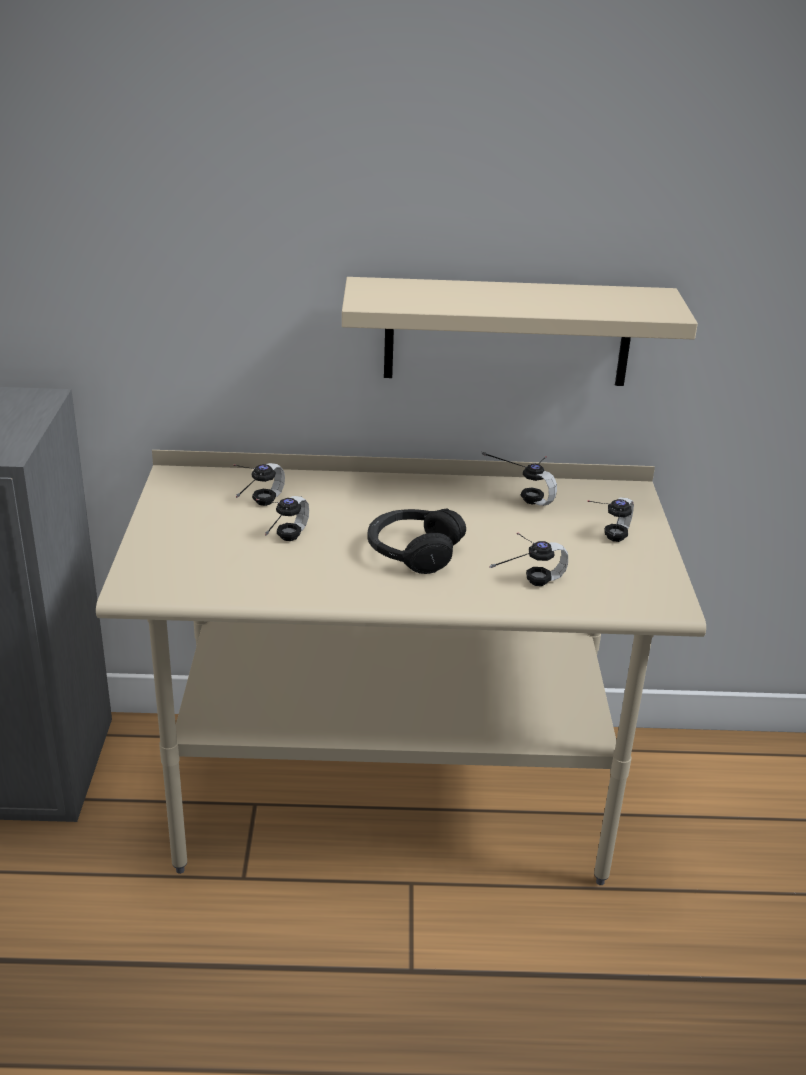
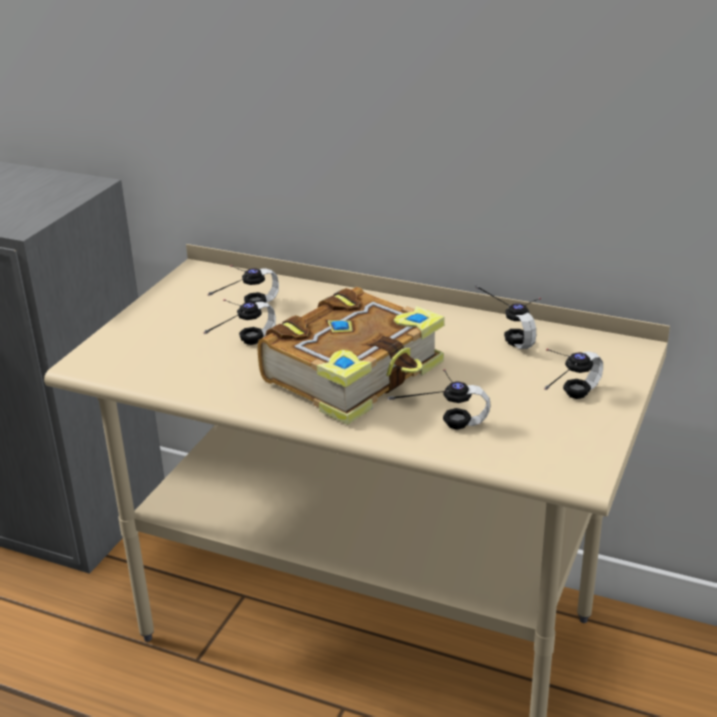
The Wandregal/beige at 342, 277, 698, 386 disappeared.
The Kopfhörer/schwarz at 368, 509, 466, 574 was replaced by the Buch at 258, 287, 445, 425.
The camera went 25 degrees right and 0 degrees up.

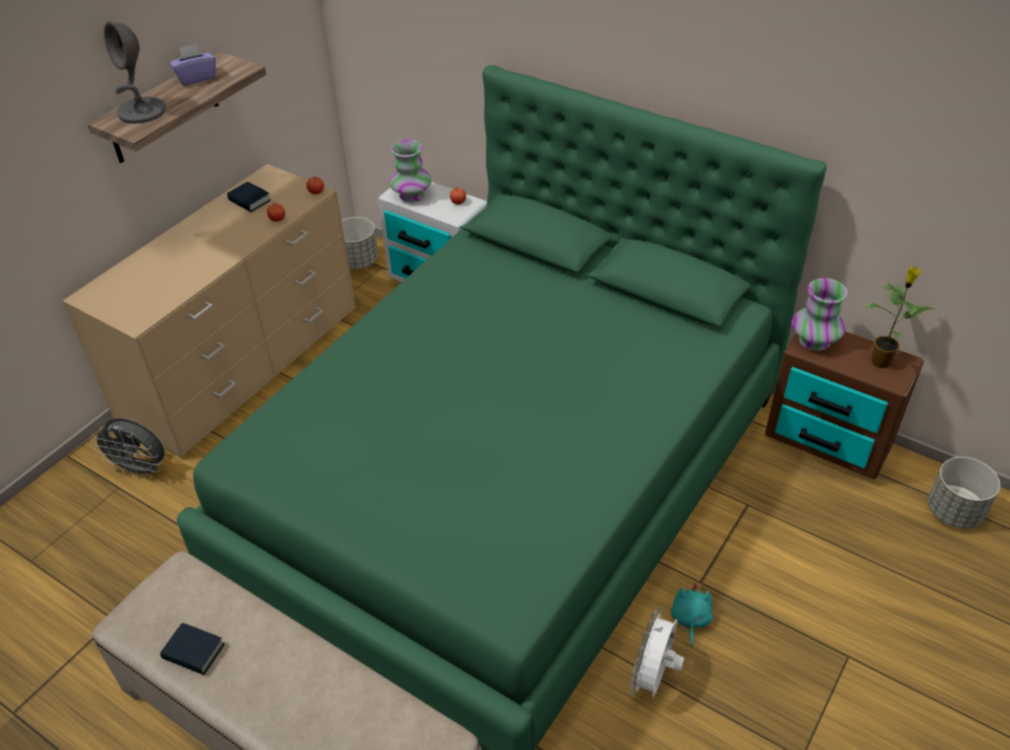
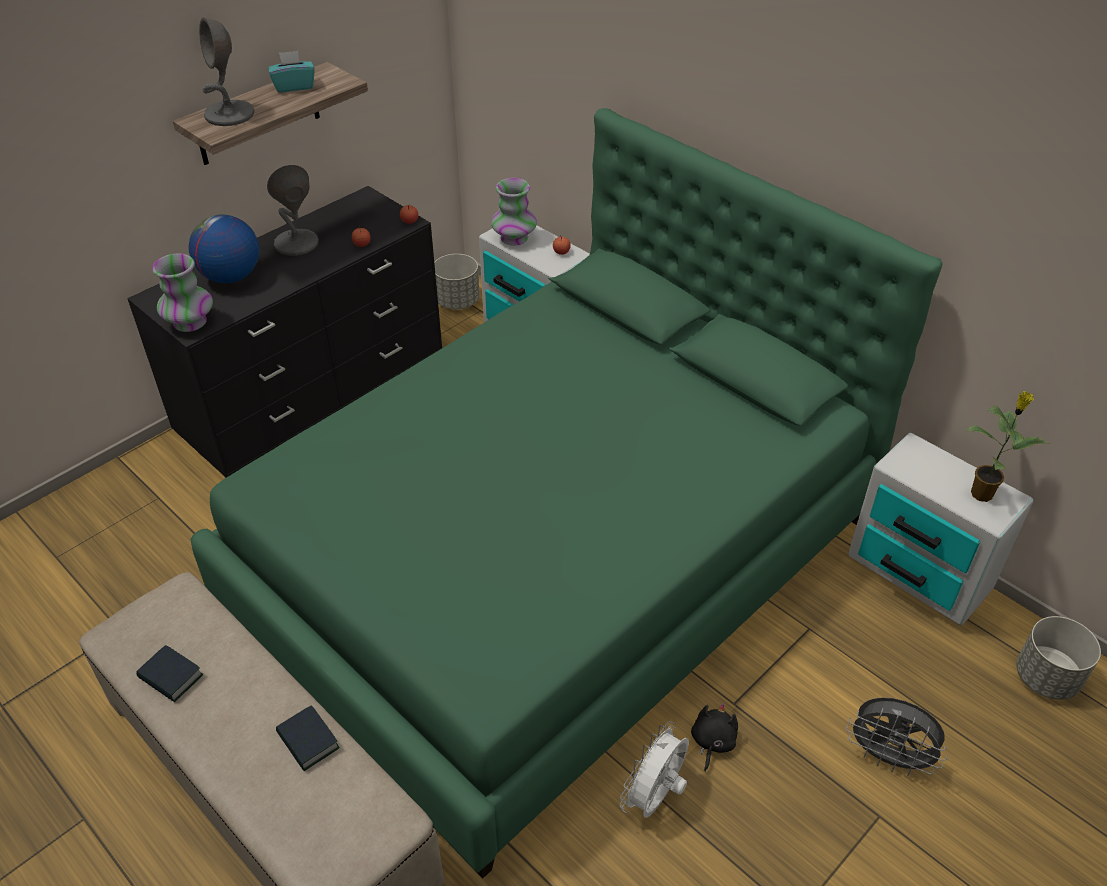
The Kommode/beige at 63, 164, 356, 458 became the Kommode/schwarz at 127, 186, 442, 477.
The Ventilator/grau moved from 91, 418, 165, 479 to 846, 697, 947, 776.
The Taschentuchbox/lila at 170, 44, 216, 85 became the Taschentuchbox/türkis at 269, 51, 315, 93.
The Buch moved from 227, 182, 271, 212 to 276, 706, 340, 771.
The Plüschtier/türkis at 671, 583, 713, 647 became the Plüschtier/schwarz at 691, 703, 738, 771.
The Nachttisch/braun at 765, 331, 924, 479 became the Nachttisch/weiß at 848, 433, 1033, 625.
The Vase moved from 792, 278, 848, 351 to 152, 254, 213, 332.
The Globus at 189, 214, 259, 283 appeared.
The Tischlampe/grau at 267, 165, 319, 256 appeared.
The camera went 10 degrees right and 0 degrees up.

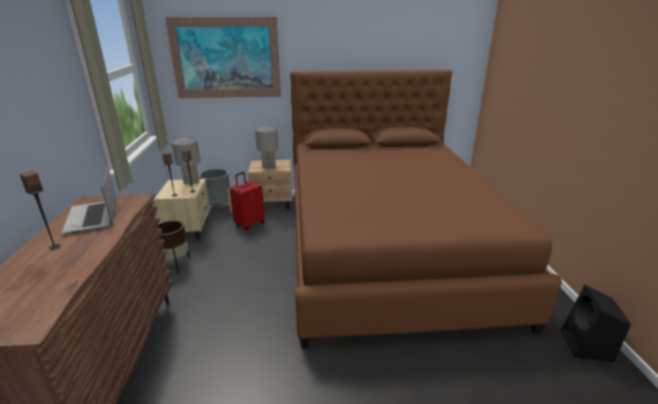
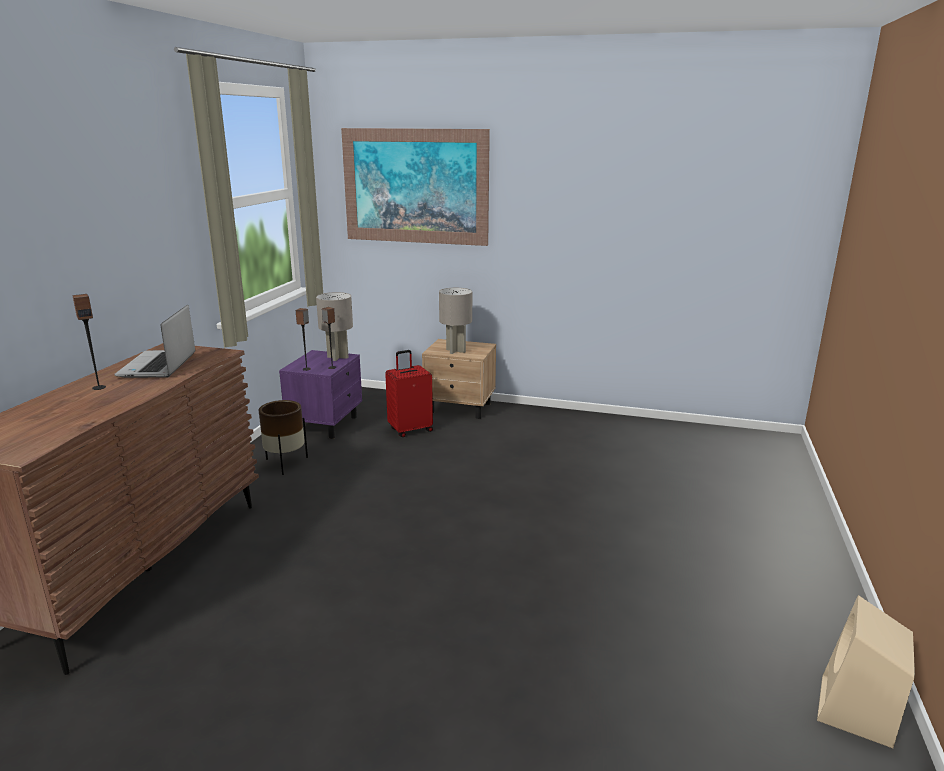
The Nachttisch/beige at 154, 179, 210, 240 became the Nachttisch/lila at 279, 350, 362, 439.
The Pflanzkübel/grau at 199, 169, 232, 213 disappeared.
The Bett/braun at 290, 70, 562, 349 disappeared.
The Lautsprecher/schwarz at 561, 285, 631, 362 became the Lautsprecher/beige at 817, 595, 915, 748.
The camera went 20 degrees right and 5 degrees down.

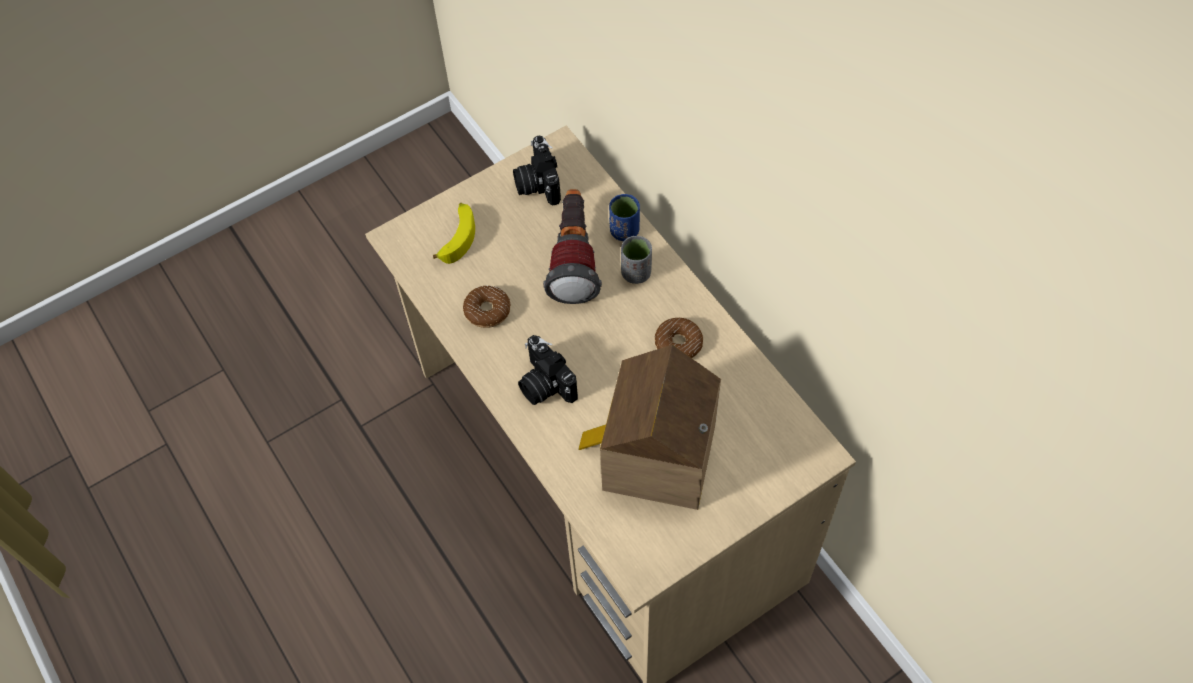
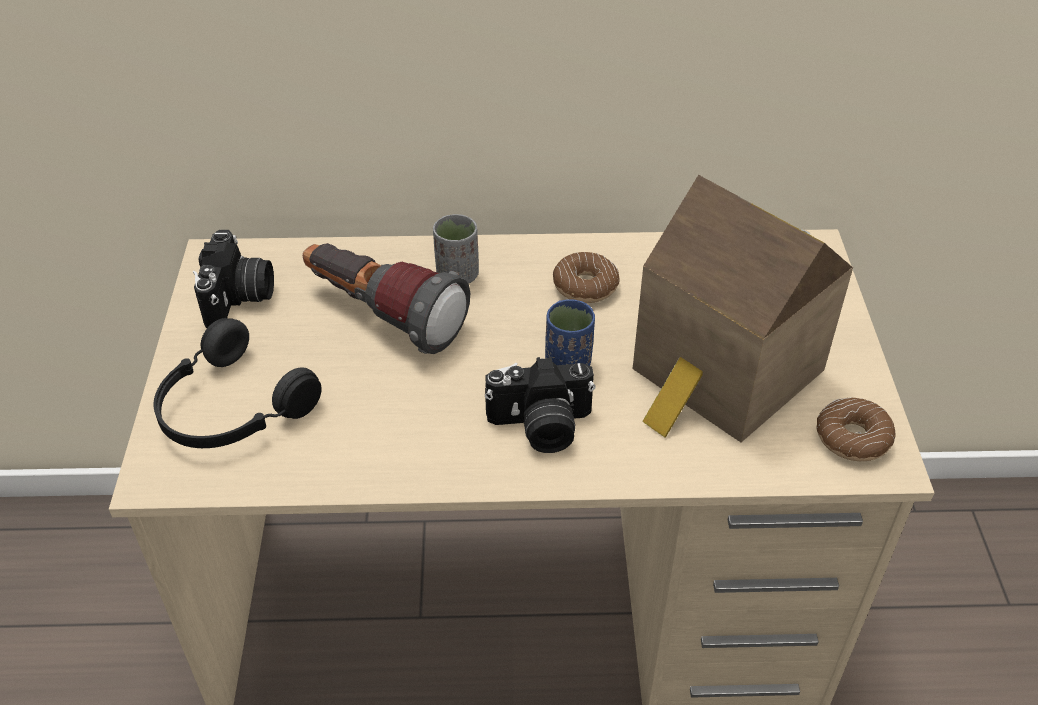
The Banane at 433, 203, 475, 264 was replaced by the Kopfhörer/schwarz at 154, 318, 322, 448.
The Donut moved from 463, 285, 511, 328 to 816, 397, 896, 461.
The Kamera at 513, 136, 561, 206 turned 105 degrees counterclockwise.
The Tasse/blau moved from 609, 194, 640, 241 to 545, 299, 595, 366.
The camera went 60 degrees left and 15 degrees down.

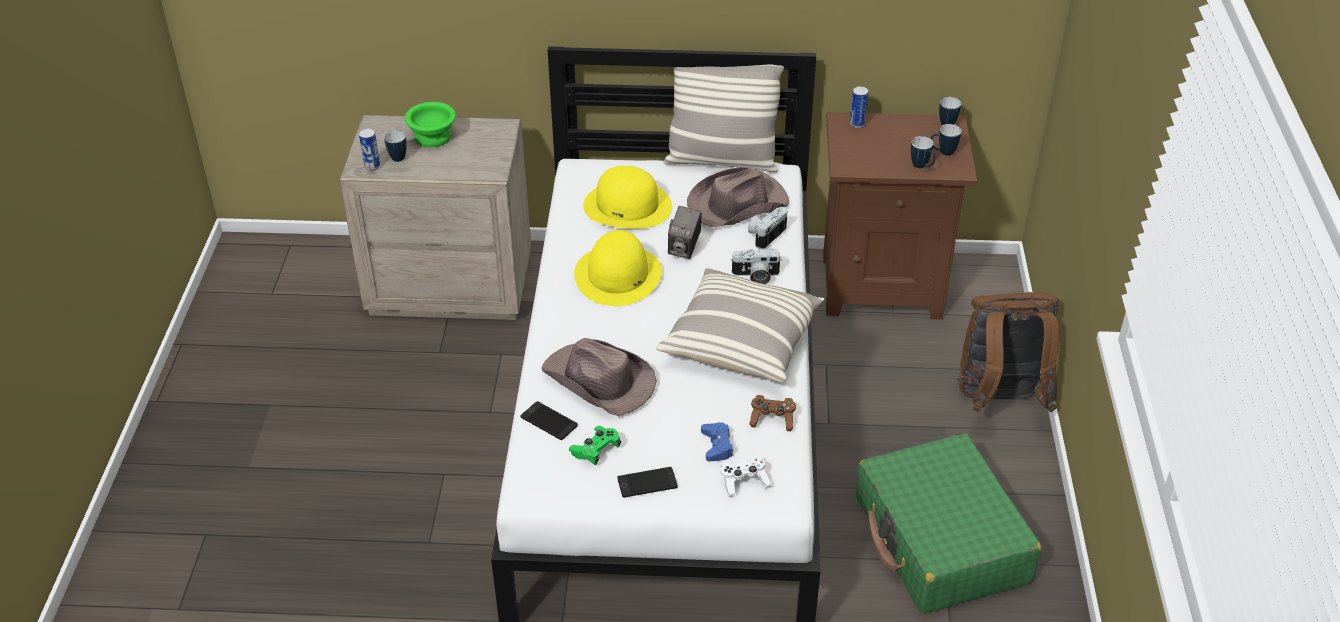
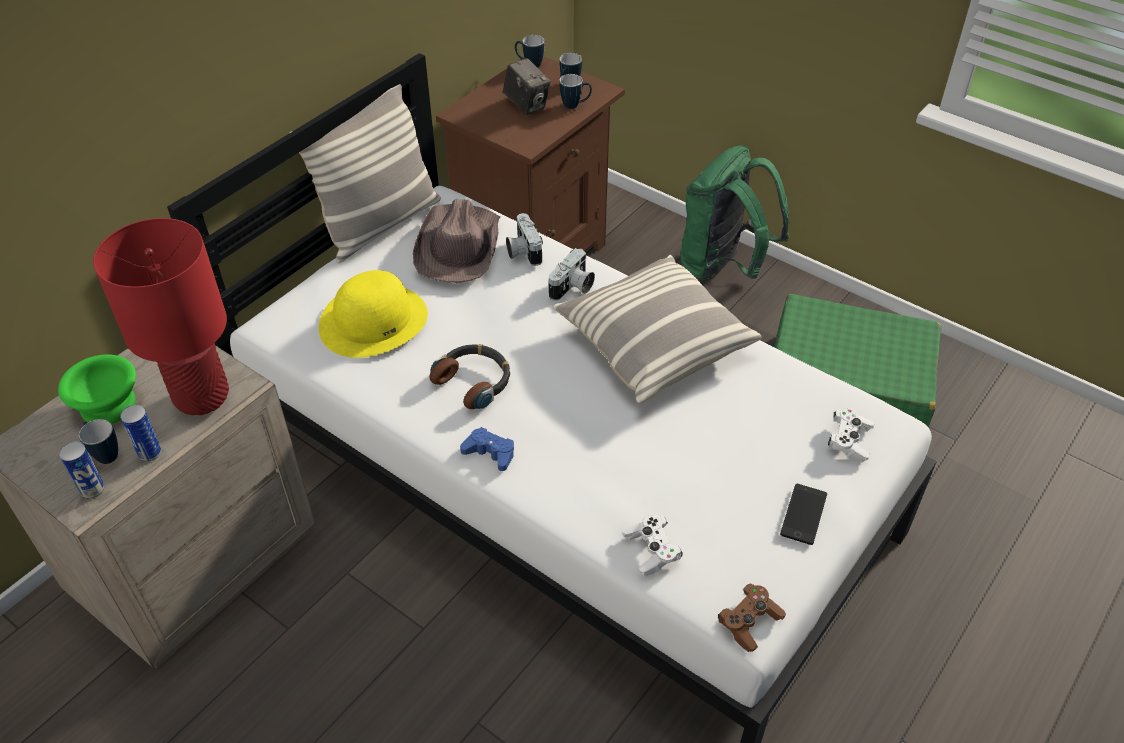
The Handy at 521, 401, 578, 440 was replaced by the Gamepad/weiß at 623, 514, 683, 576.
The Hut/braun at 542, 338, 657, 416 disappeared.
The Gamepad/grün at 569, 426, 621, 465 disappeared.
The Hut/gelb at 574, 230, 662, 306 was replaced by the Kopfhörer at 430, 344, 510, 409.
The Kamera moved from 668, 206, 702, 259 to 503, 58, 551, 115.
The Gamepad/blau moved from 701, 422, 734, 462 to 460, 427, 514, 471.
The Gamepad/braun moved from 749, 395, 796, 431 to 718, 583, 786, 652.
The Dose moved from 850, 86, 868, 128 to 120, 405, 162, 461.
The Rucksack/braun at 957, 292, 1059, 412 became the Rucksack/grün at 680, 145, 789, 281.
The Tischlampe/rot at 93, 218, 229, 415 appeared.
The camera went 55 degrees left and 5 degrees up.

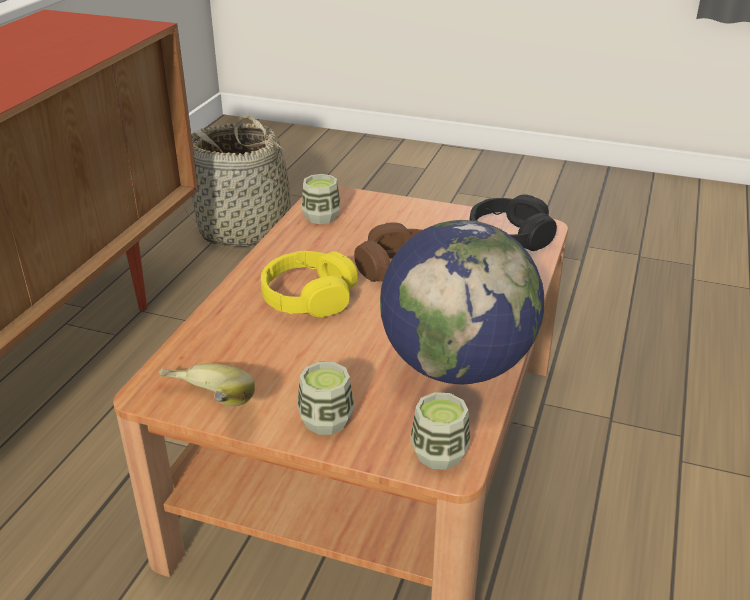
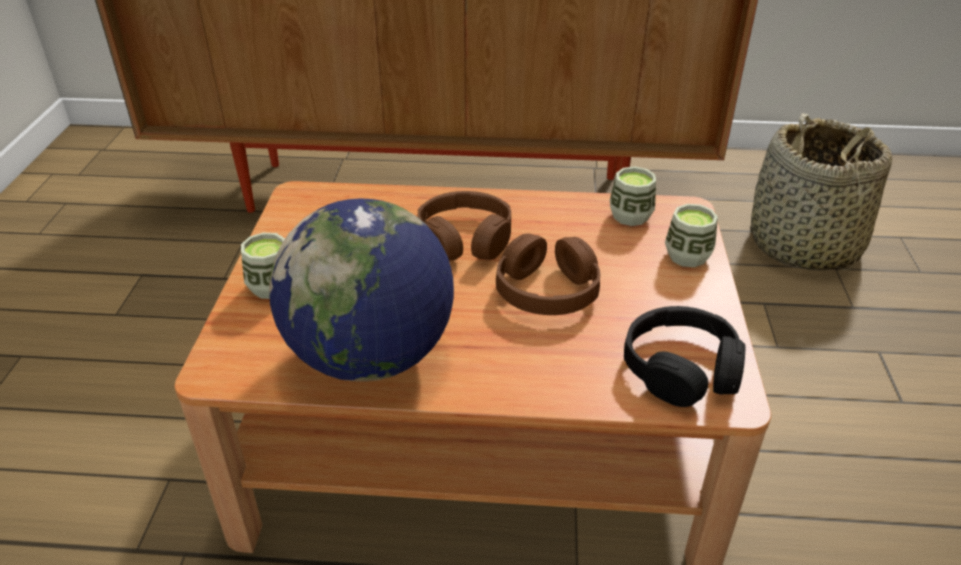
The Banane at 159, 363, 255, 406 disappeared.
The Kopfhörer/gelb at 261, 251, 358, 317 became the Kopfhörer/braun at 418, 191, 511, 261.
The Tasse moved from 410, 392, 470, 470 to 665, 204, 718, 267.
The camera went 75 degrees right and 5 degrees up.

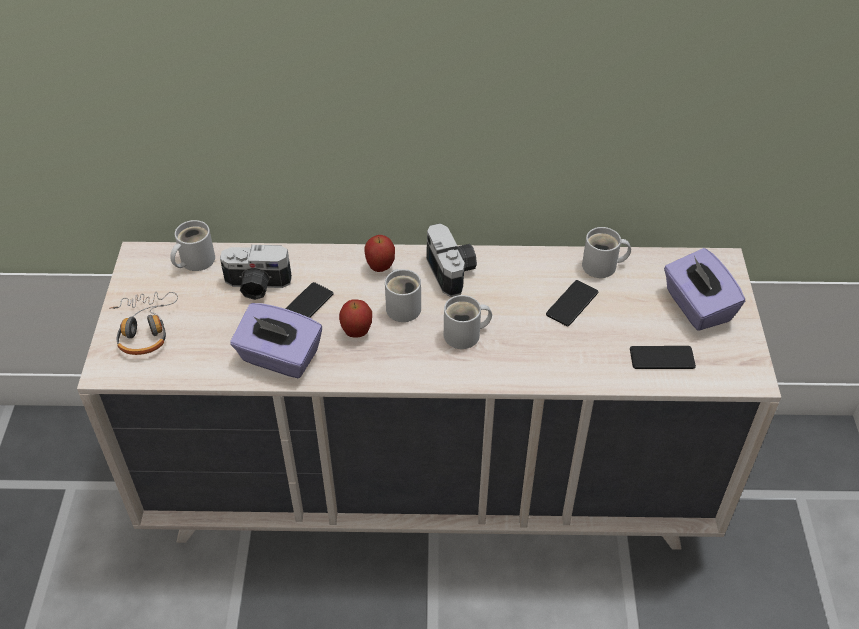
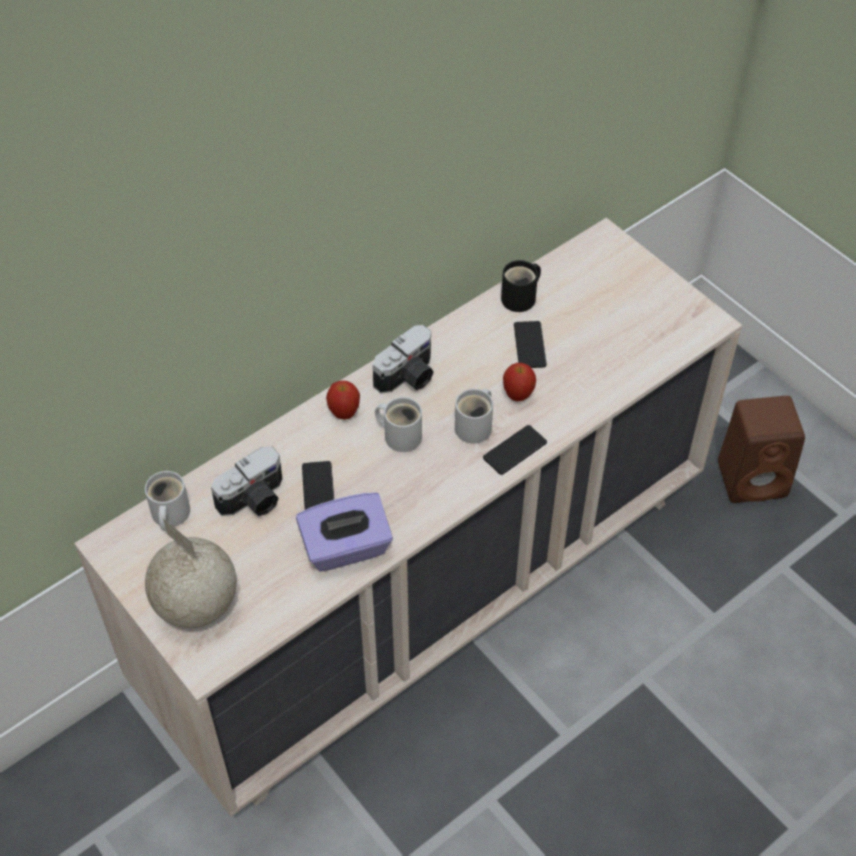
The Kopfhörer at 109, 292, 178, 355 was replaced by the Globus at 145, 519, 237, 628.
The Apfel moved from 339, 299, 372, 338 to 503, 363, 536, 402.
The Kamera at 426, 223, 477, 297 turned 105 degrees clockwise.
The Henkelbecher/weiß at 582, 227, 631, 278 became the Henkelbecher/schwarz at 501, 260, 541, 312.
The Handy moved from 630, 346, 696, 369 to 483, 425, 547, 475.
The Taschentuchbox/lila at 664, 248, 745, 331 disappeared.
The Lautsprecher/braun at 718, 396, 805, 503 appeared.
The camera went 40 degrees left and 5 degrees up.

